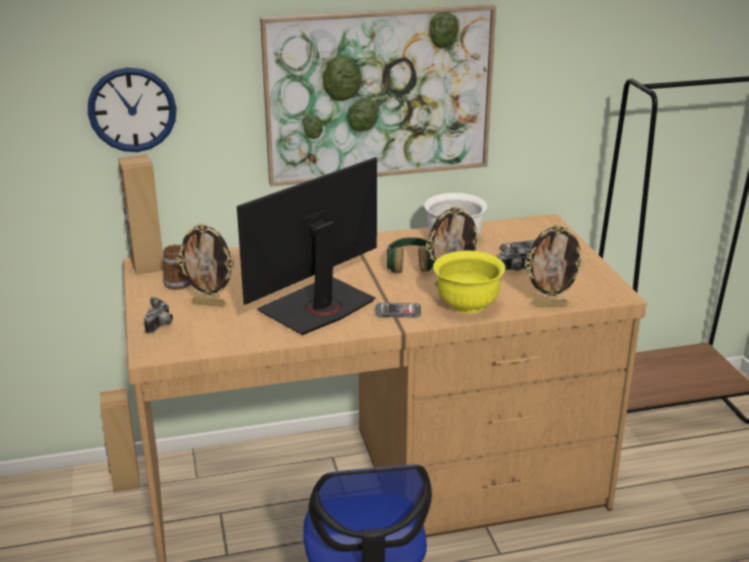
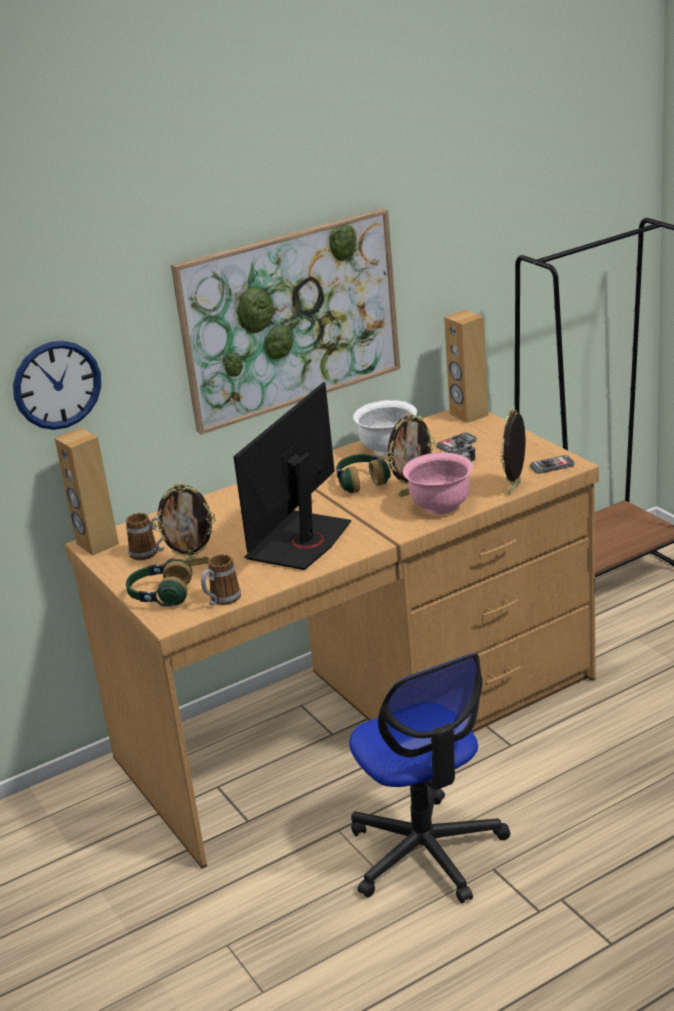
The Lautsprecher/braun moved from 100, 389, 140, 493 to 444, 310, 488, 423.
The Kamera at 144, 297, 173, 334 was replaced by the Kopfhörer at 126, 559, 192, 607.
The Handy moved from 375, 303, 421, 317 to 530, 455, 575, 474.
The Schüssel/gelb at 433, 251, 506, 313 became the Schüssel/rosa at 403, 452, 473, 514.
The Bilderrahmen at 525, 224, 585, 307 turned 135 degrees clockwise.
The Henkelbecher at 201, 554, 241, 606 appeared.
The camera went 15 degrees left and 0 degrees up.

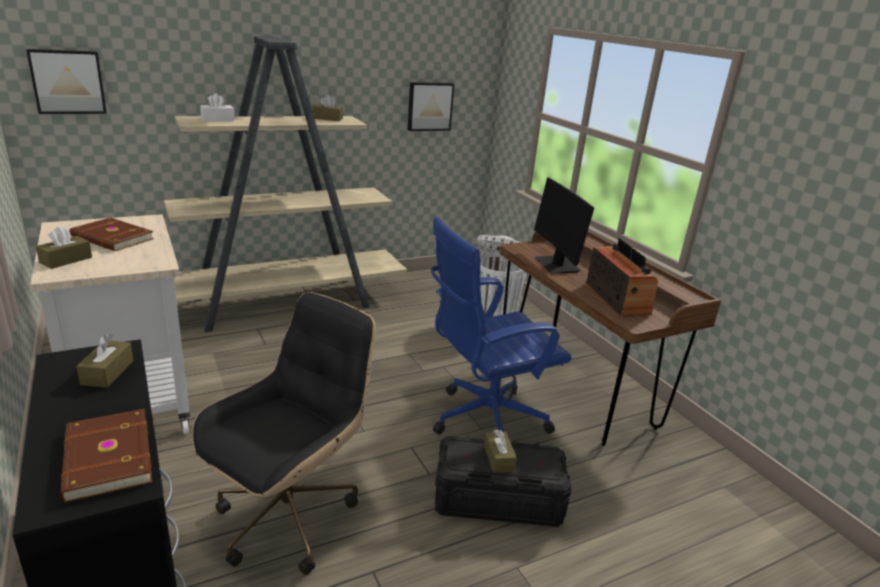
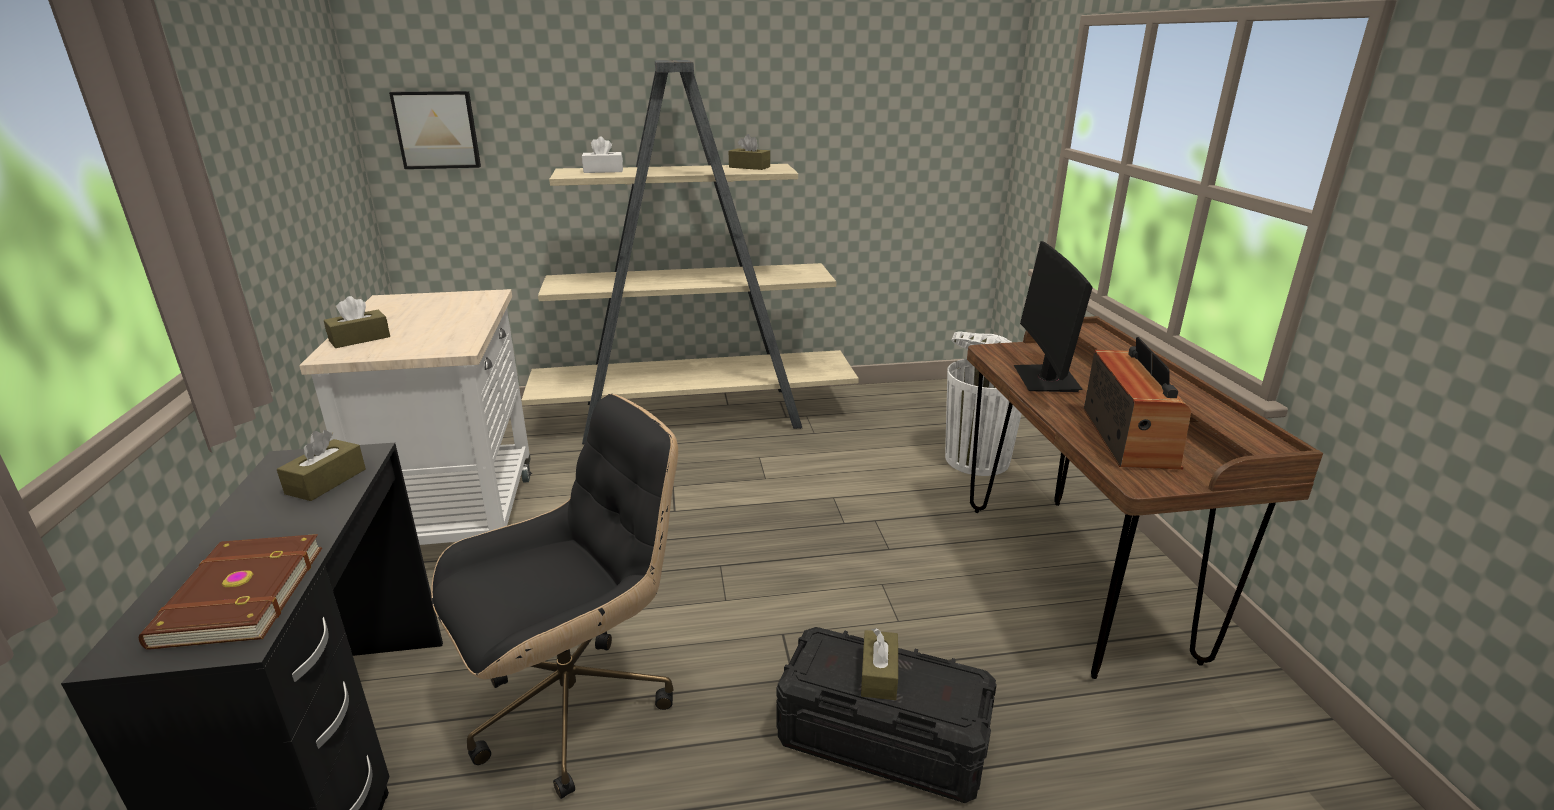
The Buch/braun at 69, 217, 154, 251 disappeared.
The Bild at 408, 82, 454, 131 disappeared.
The Bürostuhl/blau at 431, 217, 572, 435 disappeared.
The camera went 20 degrees right and 0 degrees up.

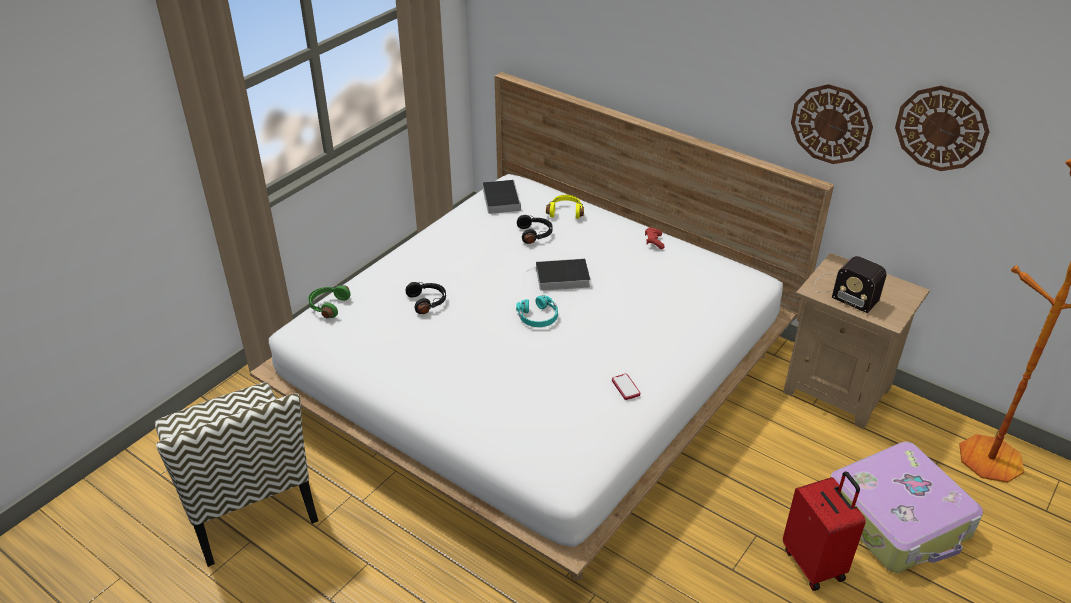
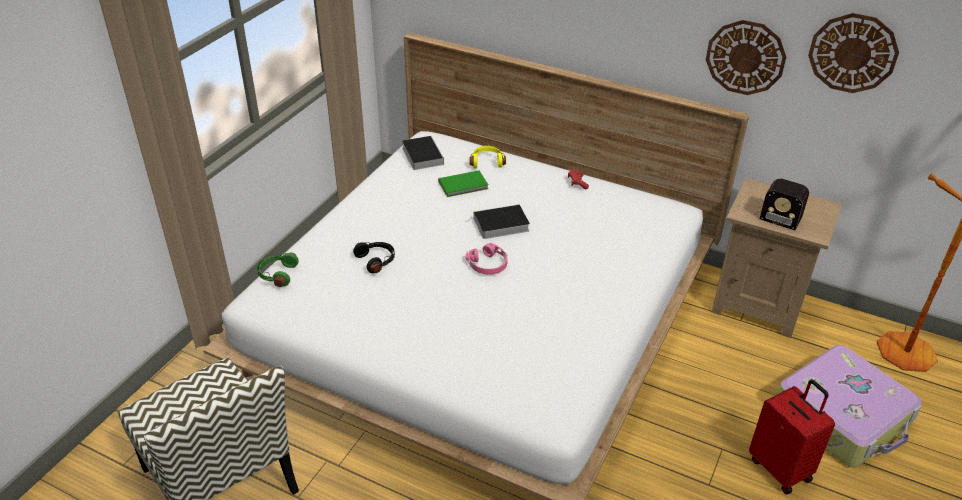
The Kopfhörer/türkis at 516, 295, 558, 327 became the Kopfhörer/rosa at 466, 243, 508, 275.
The Kopfhörer/schwarz at 517, 215, 553, 244 was replaced by the Buch/grün at 438, 170, 488, 197.
The Handy at 612, 374, 640, 400 disappeared.
The camera went 10 degrees left and 0 degrees up.

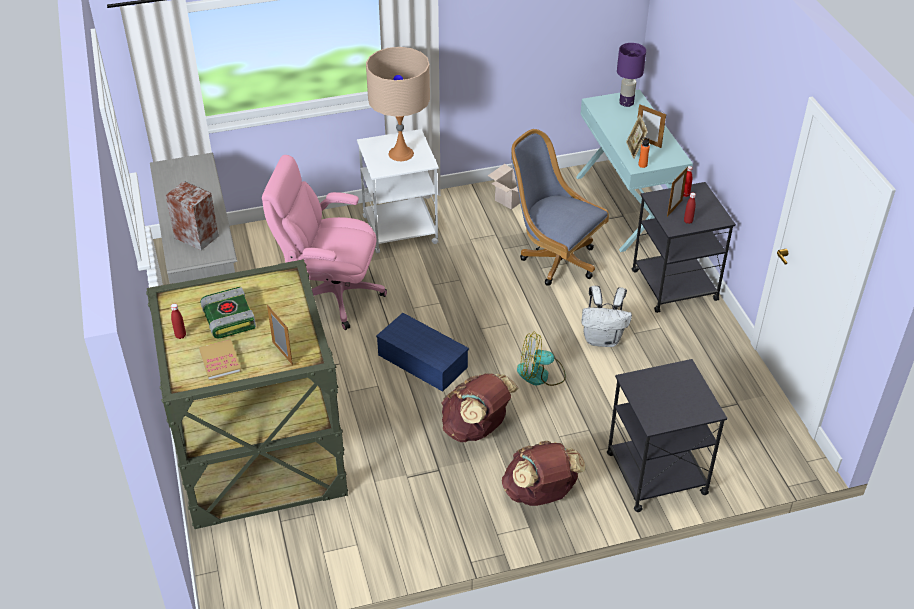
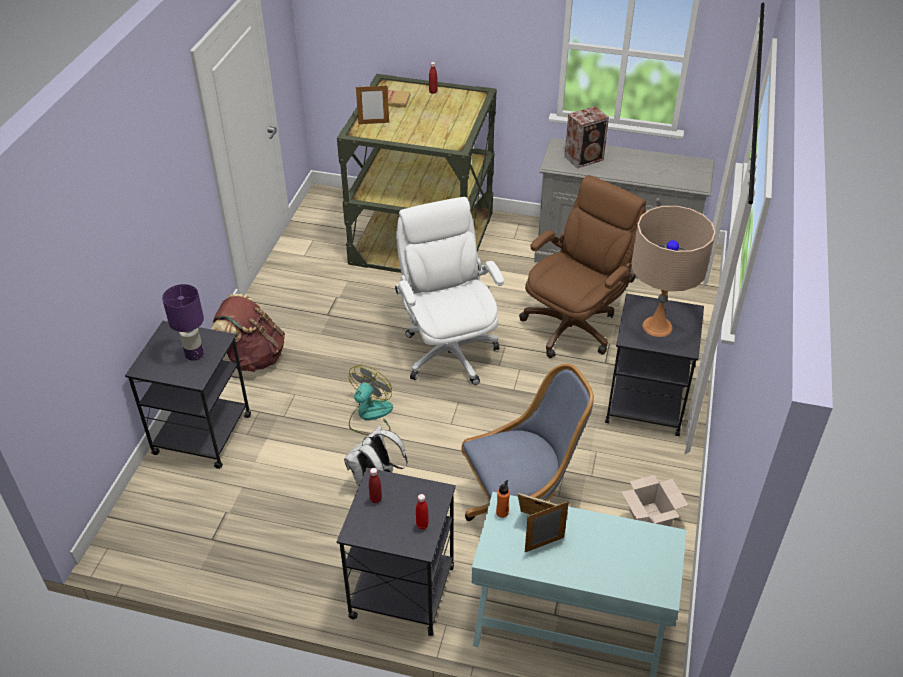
The Buch at 200, 287, 256, 338 disappeared.
The Bürostuhl/rosa at 262, 155, 387, 330 became the Bürostuhl/braun at 519, 175, 646, 358.
The Rollwagen/weiß at 357, 129, 439, 253 became the Rollwagen/schwarz at 605, 293, 704, 436.
The Aufbewahrungsbox/blau at 376, 313, 469, 392 was replaced by the Bürostuhl/weiß at 395, 197, 504, 385.
The Rucksack/braun at 441, 373, 519, 442 disappeared.
The Tischlampe/lila moved from 617, 43, 646, 107 to 162, 284, 204, 361.
The Bilderrahmen at 667, 166, 688, 217 disappeared.
The camera went 120 degrees right and 0 degrees up.

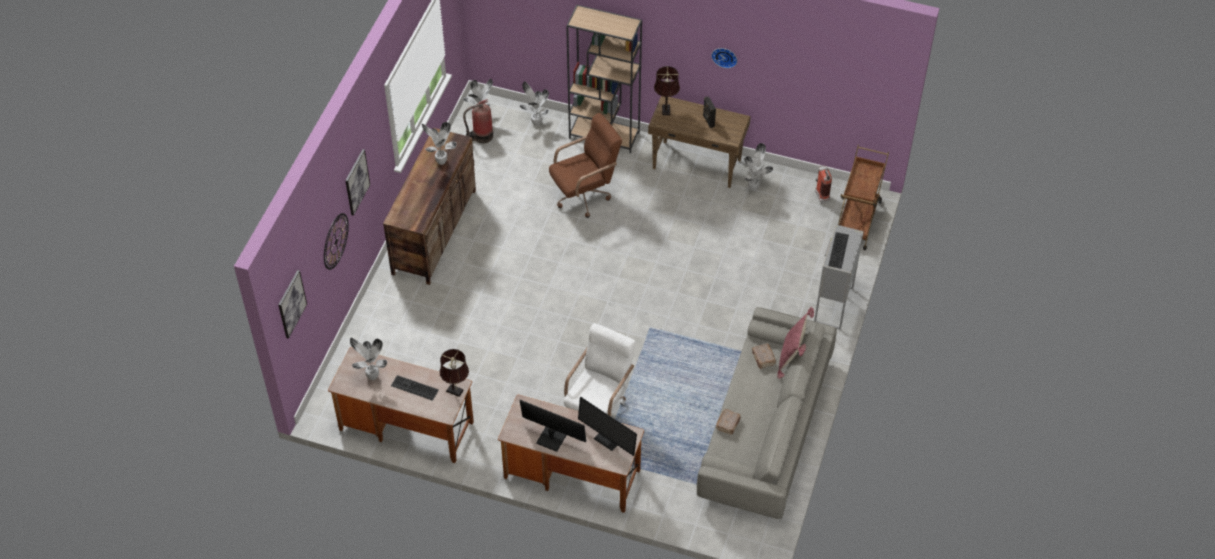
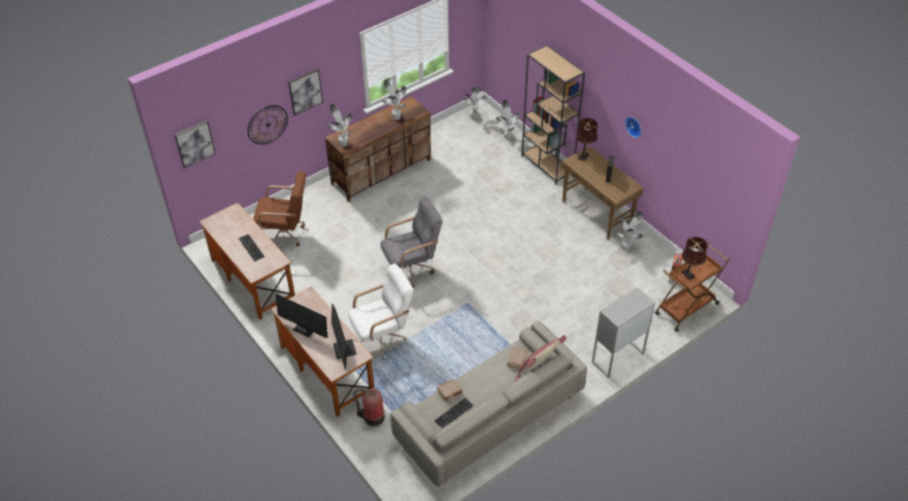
The Topfpflanze moved from 350, 337, 387, 380 to 327, 104, 352, 146.
The Tischlampe/braun moved from 440, 349, 469, 397 to 682, 237, 708, 280.
The Feuerlöscher moved from 463, 99, 493, 143 to 353, 389, 385, 427.
The Monitor at 520, 400, 586, 452 turned 150 degrees clockwise.
The Bürostuhl/braun moved from 549, 113, 622, 218 to 253, 171, 306, 247.
The Tastatur moved from 828, 232, 849, 269 to 434, 398, 474, 428.
The Bürostuhl/grau at 380, 197, 443, 288 appeared.
The camera went 35 degrees right and 5 degrees down.

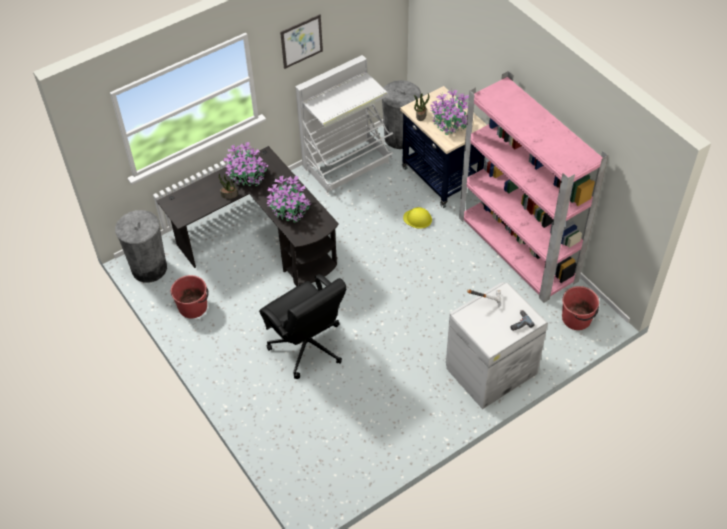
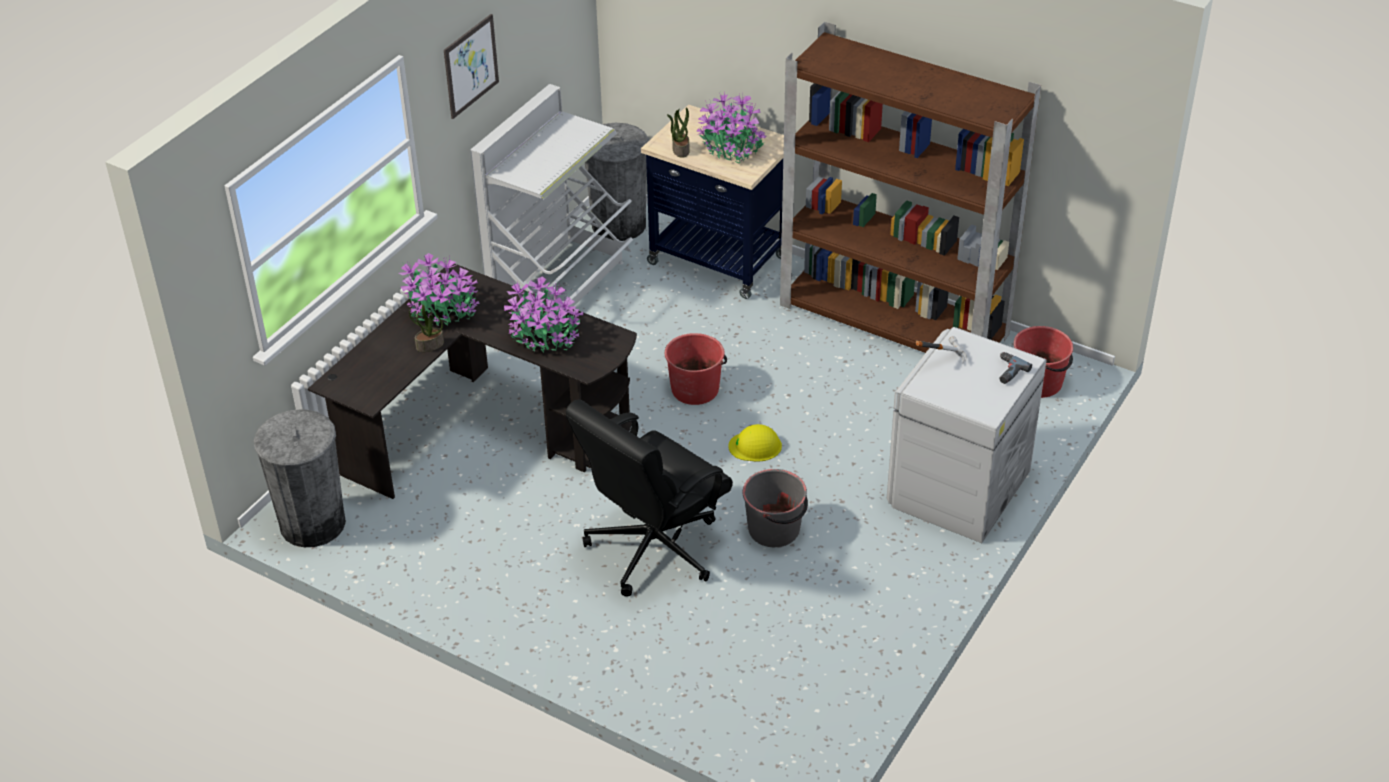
The Eimer/rot moved from 171, 275, 209, 318 to 665, 333, 727, 405.
The Bürostuhl/schwarz at 259, 274, 346, 379 turned 105 degrees clockwise.
The Schutzhelm/gelb moved from 403, 207, 432, 229 to 728, 424, 782, 461.
The Bücherregal/rosa at 459, 71, 608, 302 became the Bücherregal/braun at 780, 22, 1041, 353.
The Eimer/grau at 742, 469, 808, 547 appeared.
The camera went 25 degrees left and 10 degrees down.

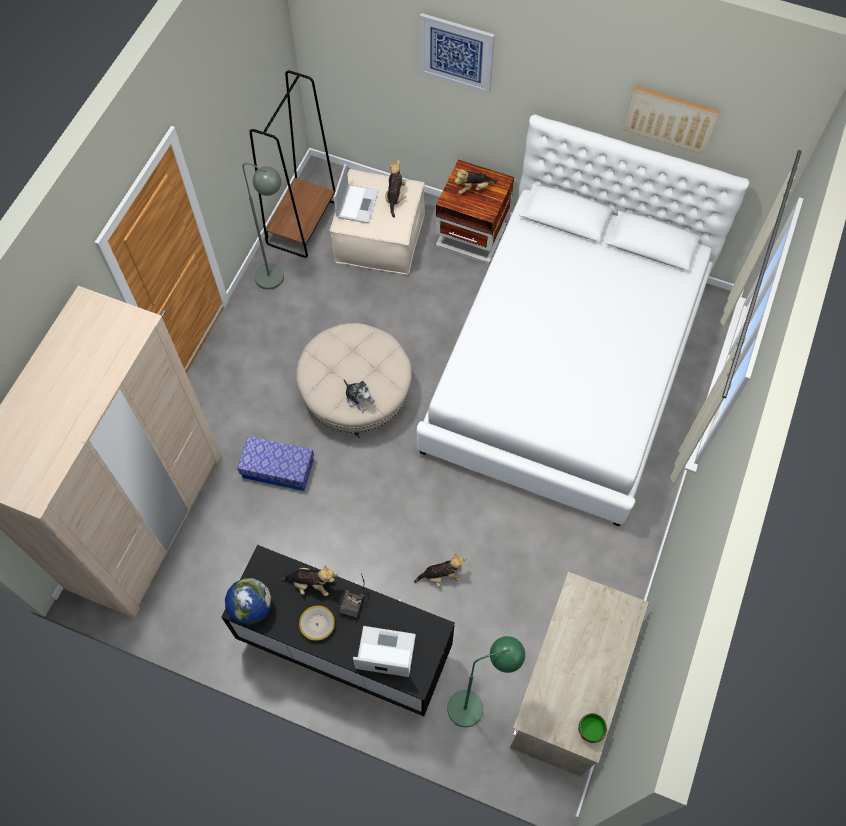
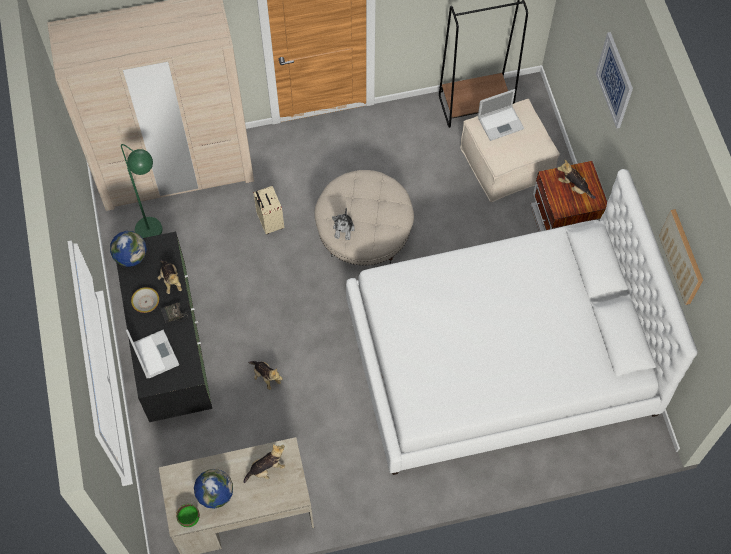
The Aufbewahrungsbox at 237, 436, 314, 491 was replaced by the Koffer/beige at 253, 186, 284, 234.
The Stehlampe/grau at 242, 163, 284, 290 disappeared.
The Plüschtier moved from 385, 160, 406, 218 to 244, 444, 285, 483.
The Stehlampe/grün moved from 447, 636, 525, 727 to 121, 144, 162, 238.
The Globus at 194, 469, 233, 509 appeared.
The camera went 55 degrees right and 0 degrees up.

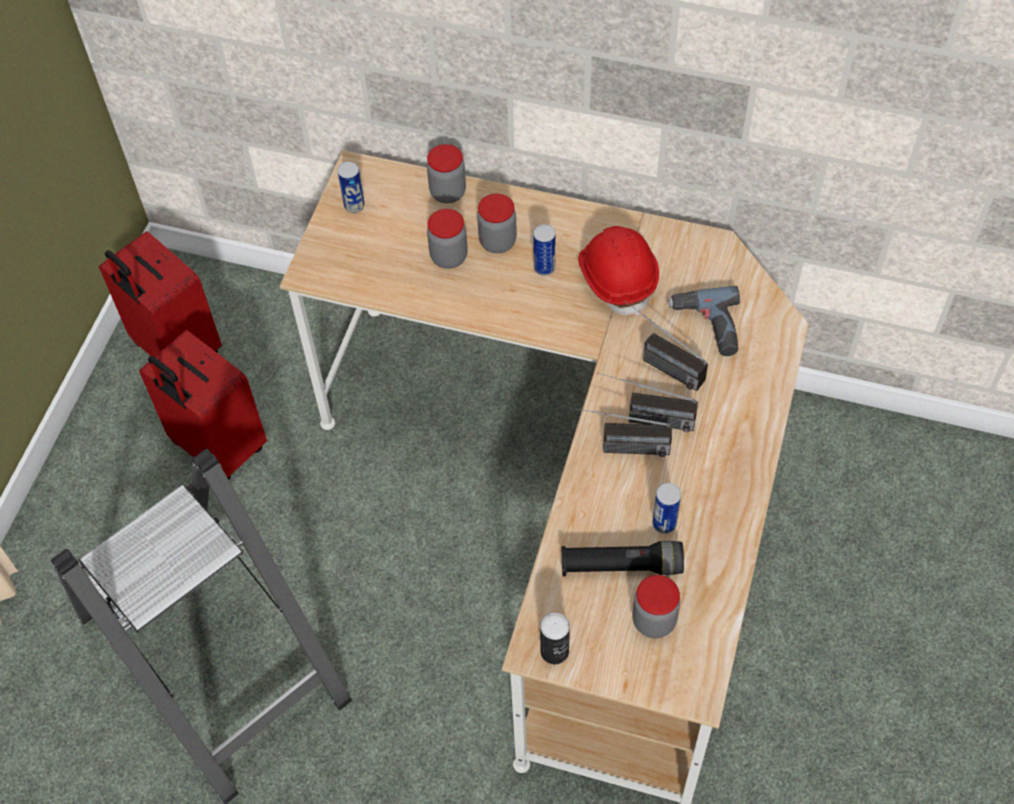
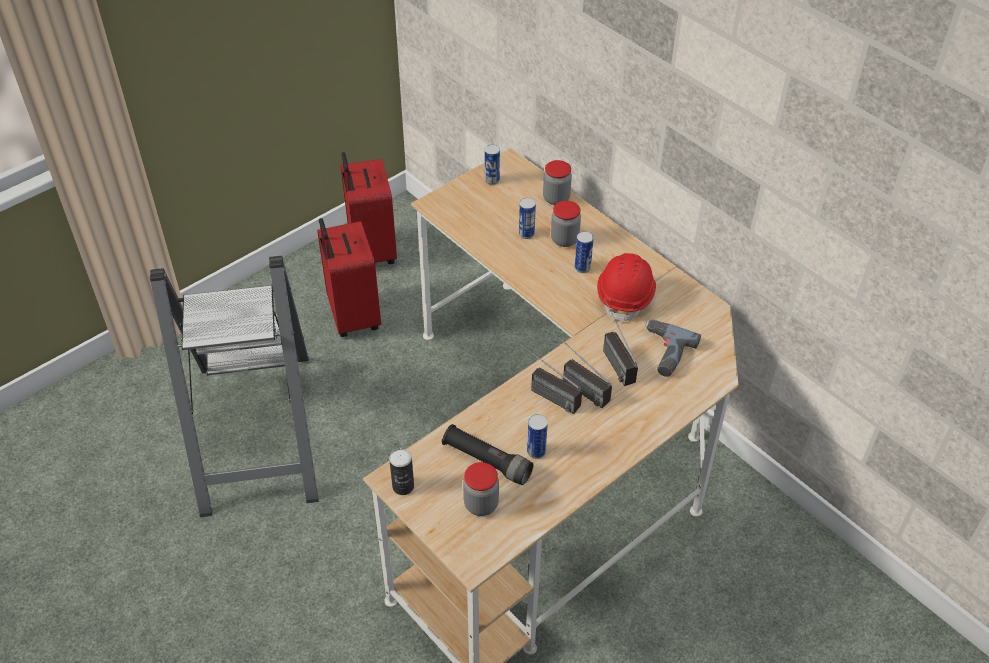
The Vorratsglas at 427, 209, 468, 269 was replaced by the Dose at 519, 198, 536, 239.
The camera went 30 degrees right and 10 degrees down.

